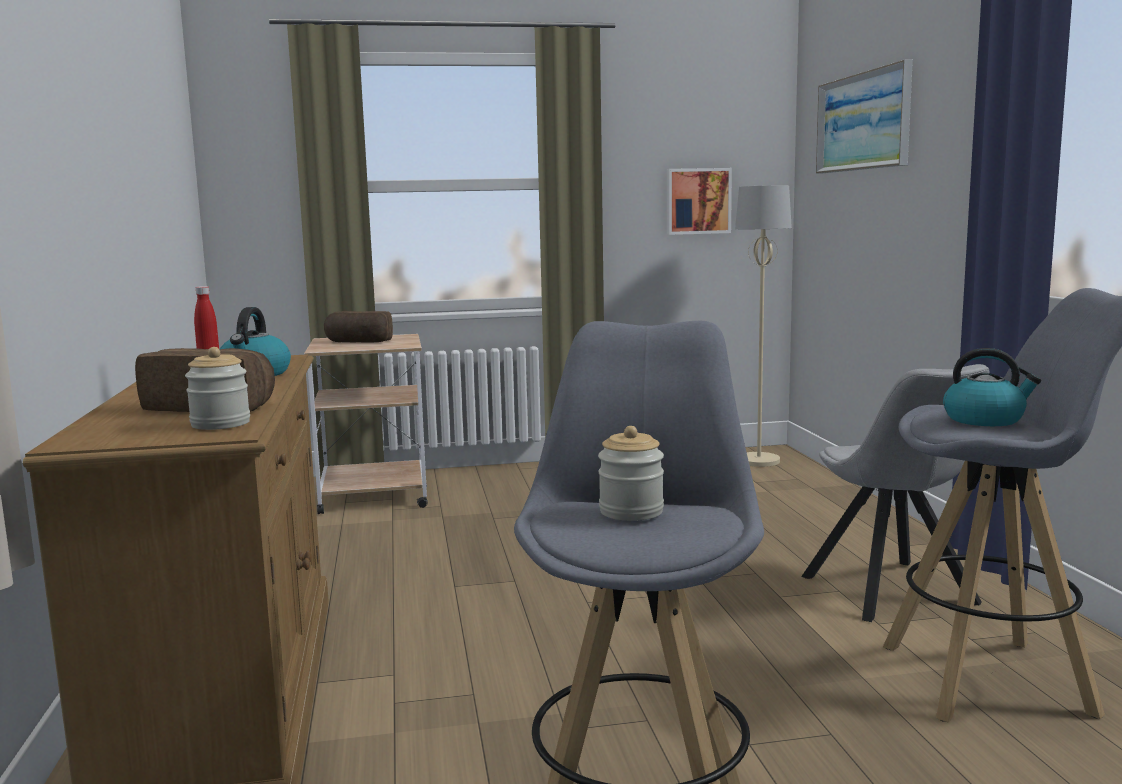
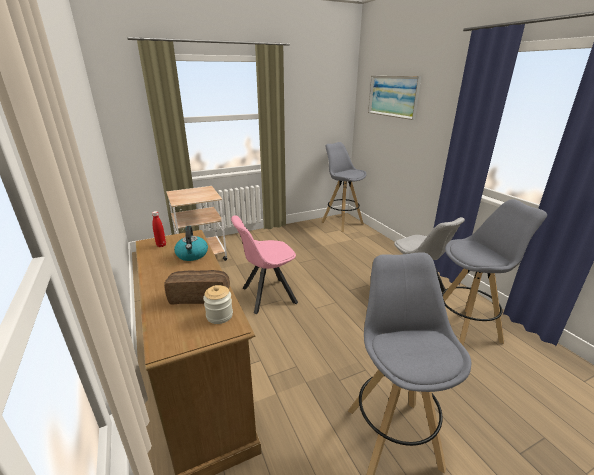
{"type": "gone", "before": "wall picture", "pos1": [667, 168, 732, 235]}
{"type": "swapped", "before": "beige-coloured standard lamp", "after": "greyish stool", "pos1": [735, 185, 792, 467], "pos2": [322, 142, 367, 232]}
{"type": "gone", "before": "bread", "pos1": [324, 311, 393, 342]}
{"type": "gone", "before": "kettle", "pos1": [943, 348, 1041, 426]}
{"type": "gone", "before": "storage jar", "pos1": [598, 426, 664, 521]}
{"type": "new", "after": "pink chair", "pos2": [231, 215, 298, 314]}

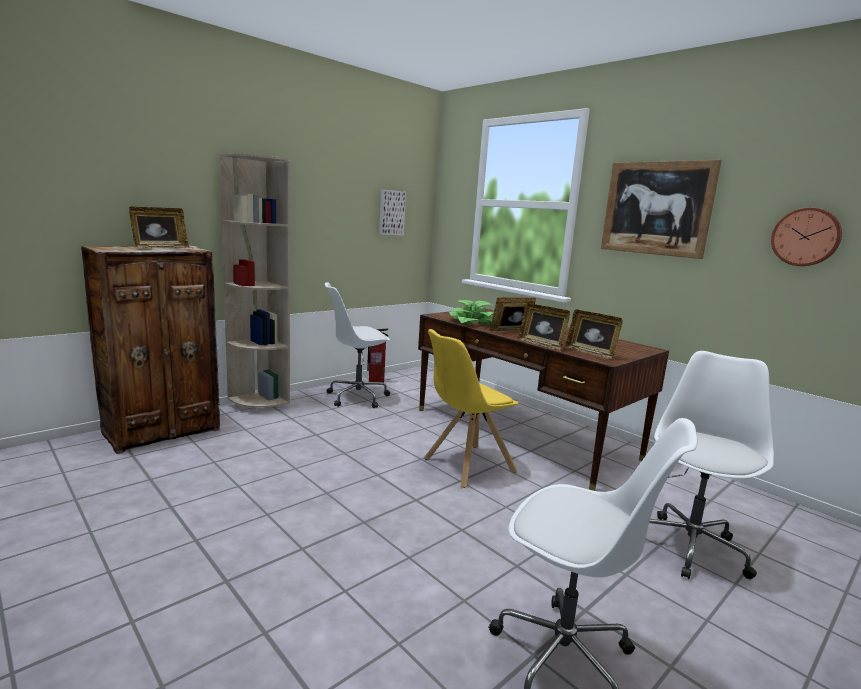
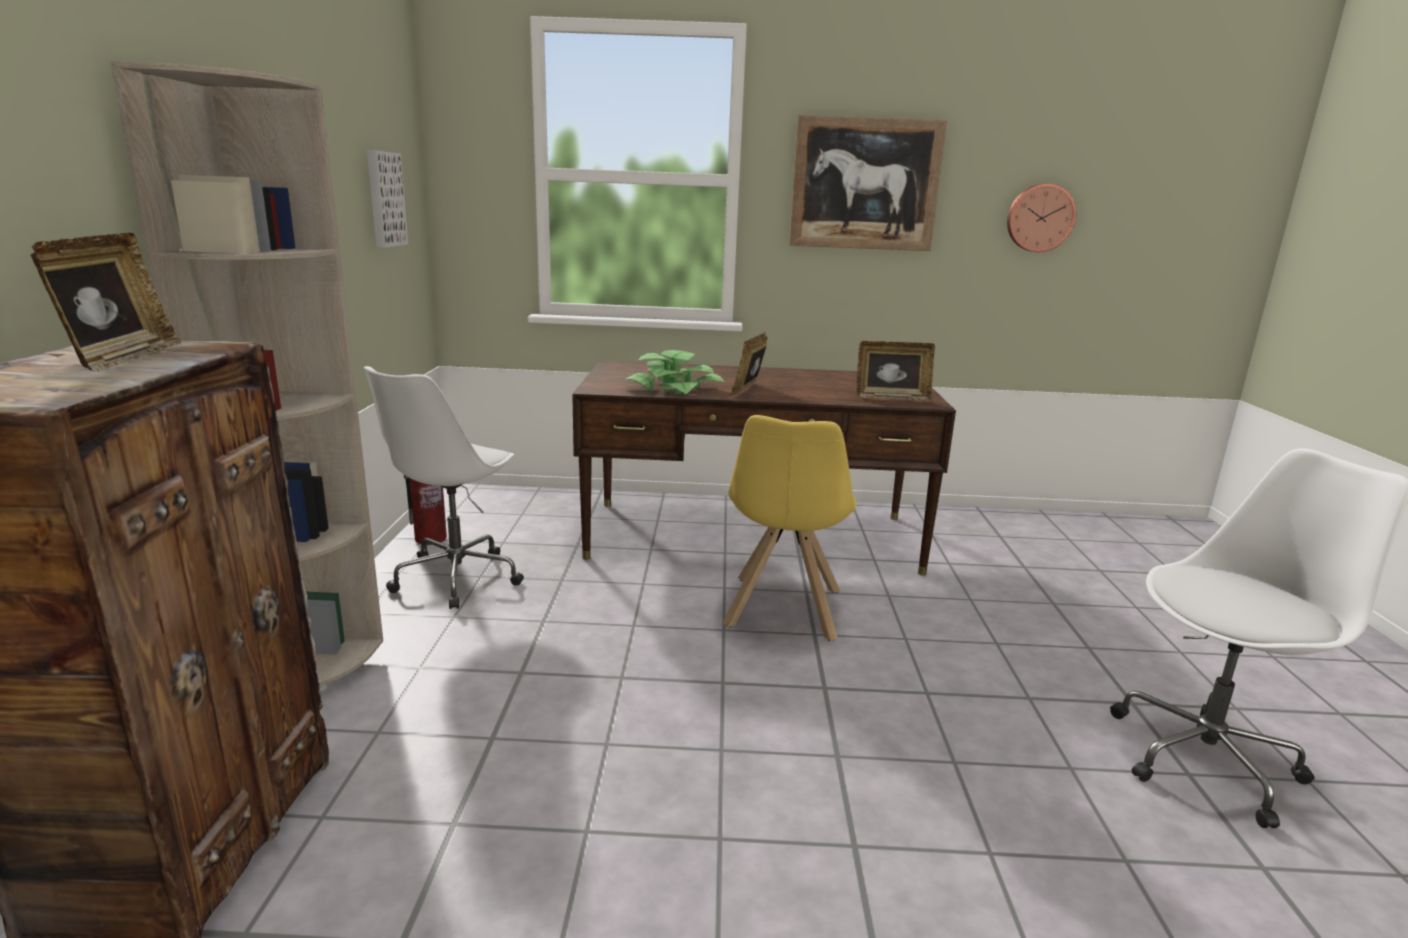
{"type": "gone", "before": "picture frame", "pos1": [518, 303, 570, 350]}
{"type": "gone", "before": "white desk chair", "pos1": [649, 351, 774, 579]}

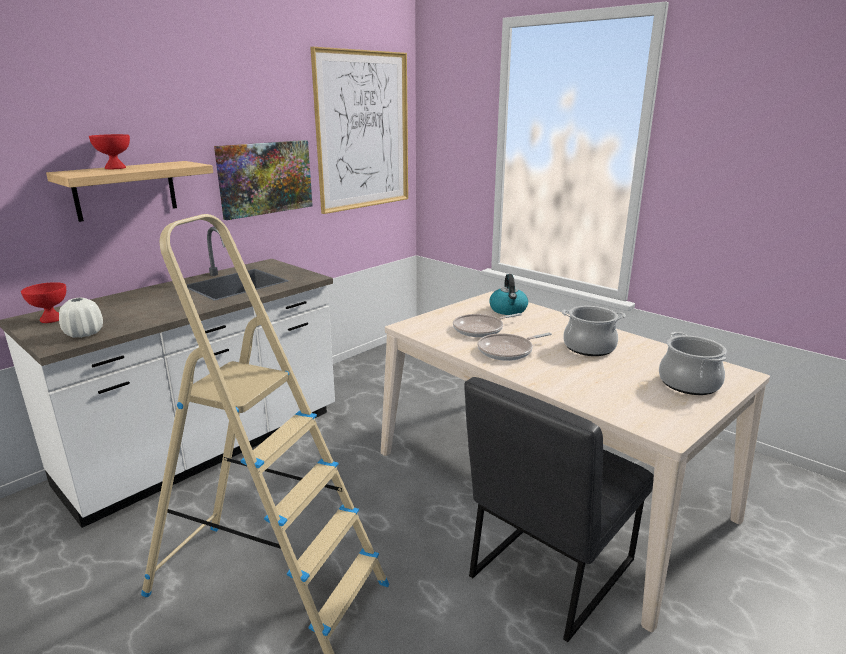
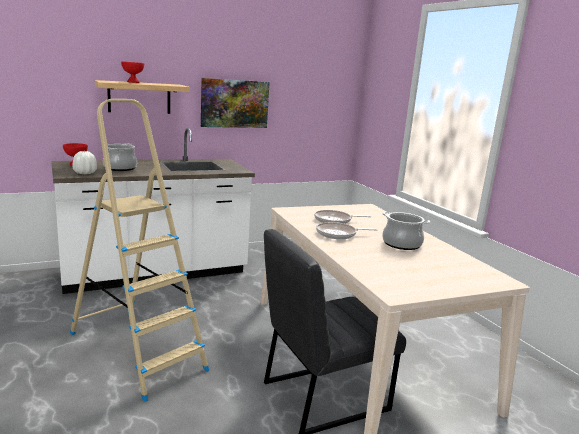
{"type": "gone", "before": "wall picture", "pos1": [310, 47, 408, 214]}
{"type": "gone", "before": "kettle", "pos1": [489, 274, 528, 315]}
{"type": "shifted", "before": "cooking pot", "pos1": [659, 332, 726, 395], "pos2": [103, 143, 137, 171]}

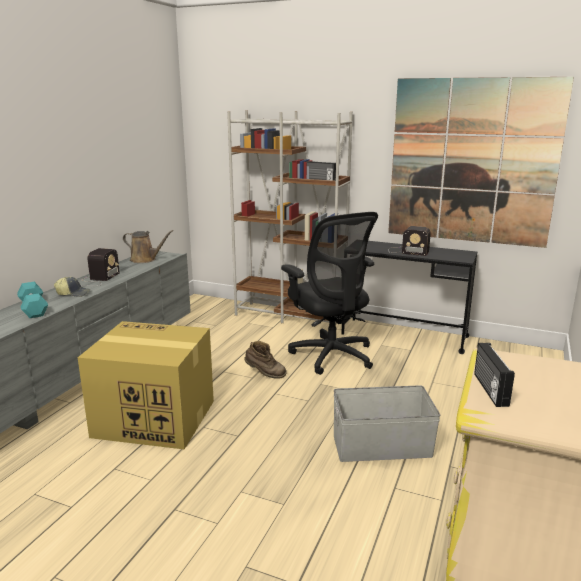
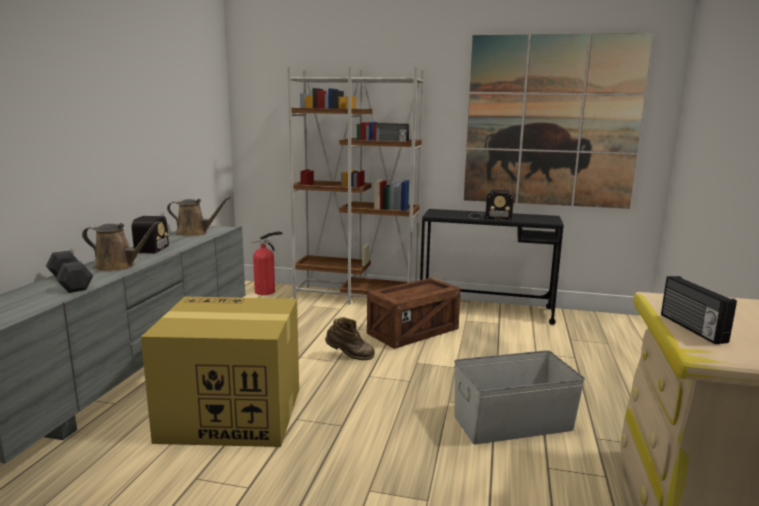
{"type": "swapped", "before": "blackish desk chair", "after": "packing crate", "pos1": [281, 212, 378, 375], "pos2": [367, 278, 461, 349]}
{"type": "swapped", "before": "baseball cap", "after": "brownish watering can", "pos1": [54, 277, 91, 297], "pos2": [82, 221, 161, 272]}
{"type": "repainted", "before": "blue-green free weight", "after": "greyish free weight", "pos1": [17, 282, 48, 318], "pos2": [46, 250, 93, 293]}
{"type": "new", "after": "extinguisher", "pos2": [251, 231, 283, 295]}

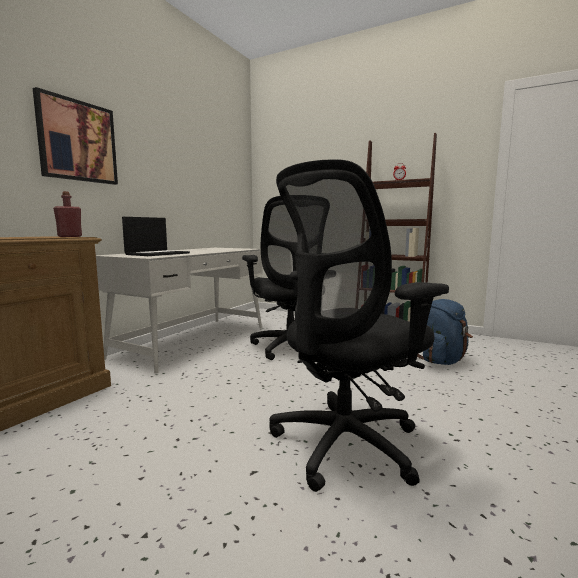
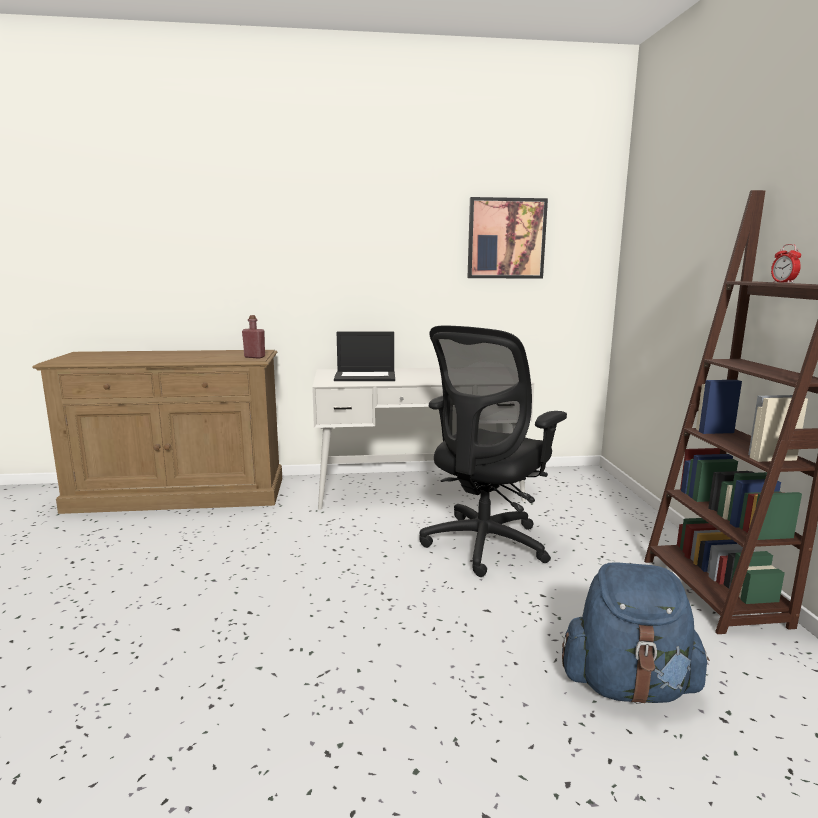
{"type": "shifted", "before": "wall picture", "pos1": [33, 87, 118, 185], "pos2": [467, 197, 548, 278]}
{"type": "gone", "before": "blackish desk chair", "pos1": [269, 159, 449, 492]}

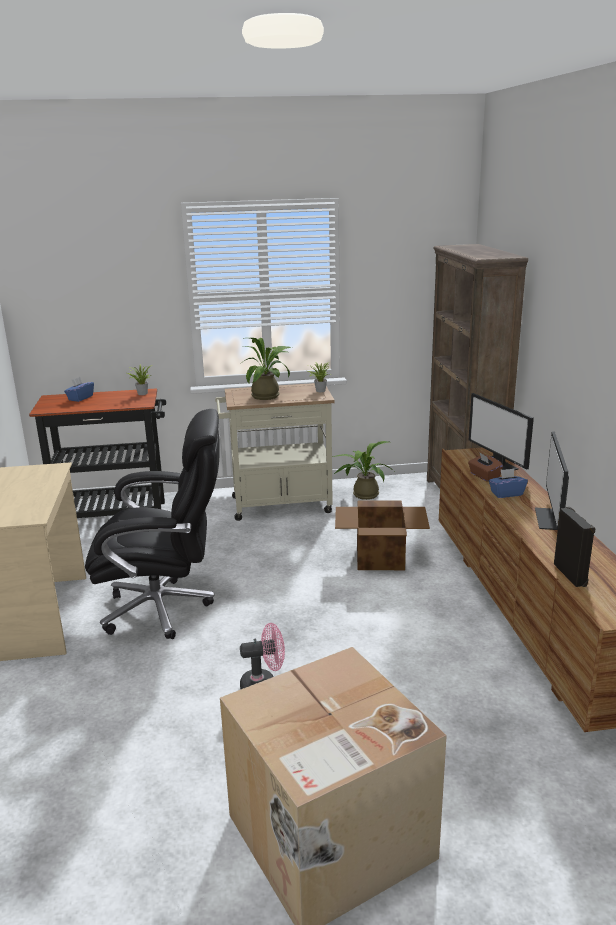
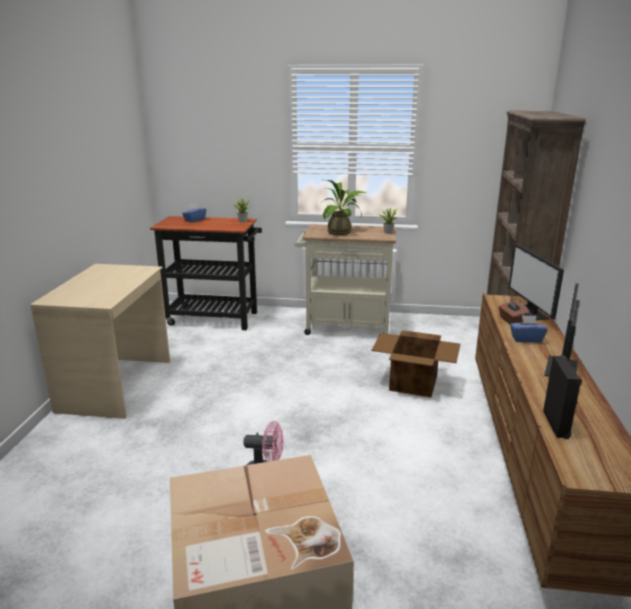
{"type": "gone", "before": "blackish desk chair", "pos1": [85, 409, 220, 639]}
{"type": "gone", "before": "houseplant", "pos1": [332, 441, 394, 500]}

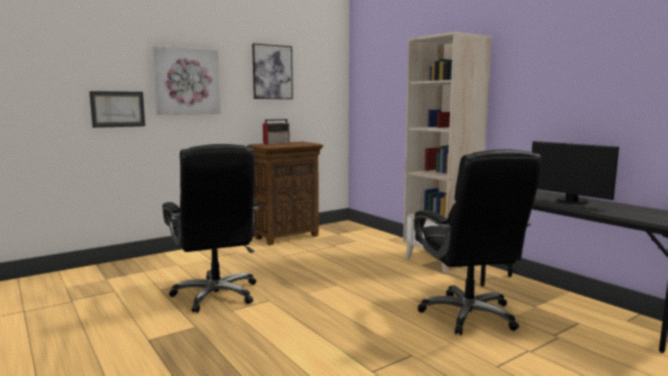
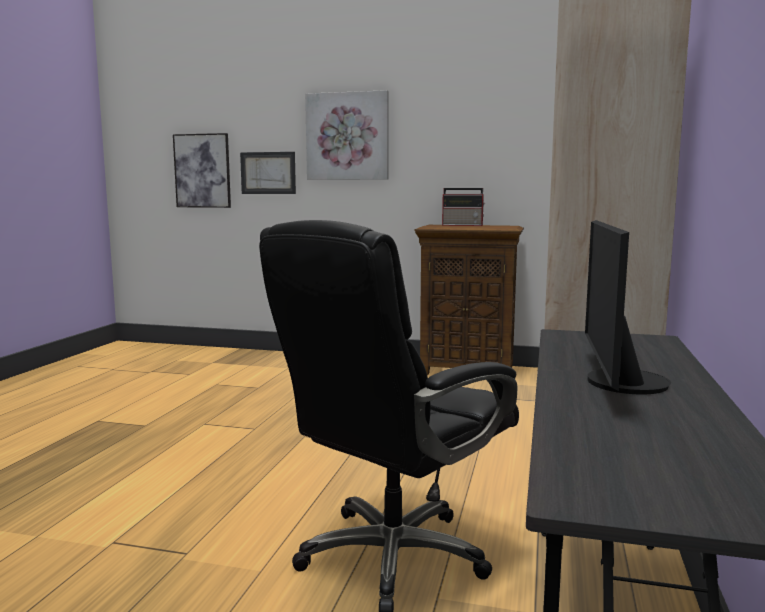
{"type": "shifted", "before": "wall picture", "pos1": [252, 43, 293, 99], "pos2": [173, 133, 231, 208]}
{"type": "gone", "before": "blackish desk chair", "pos1": [162, 144, 259, 313]}

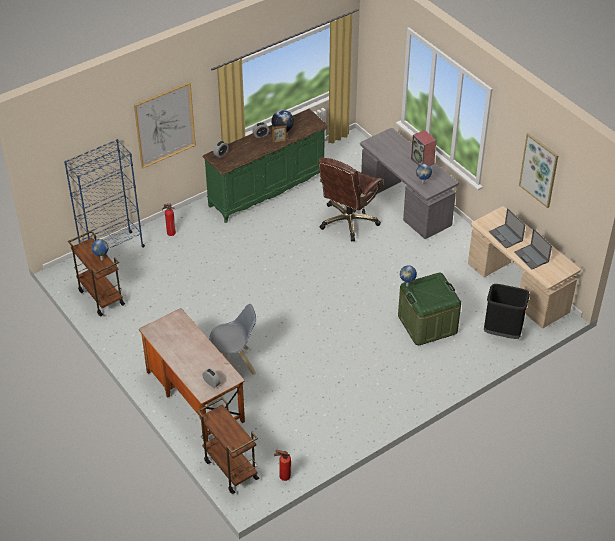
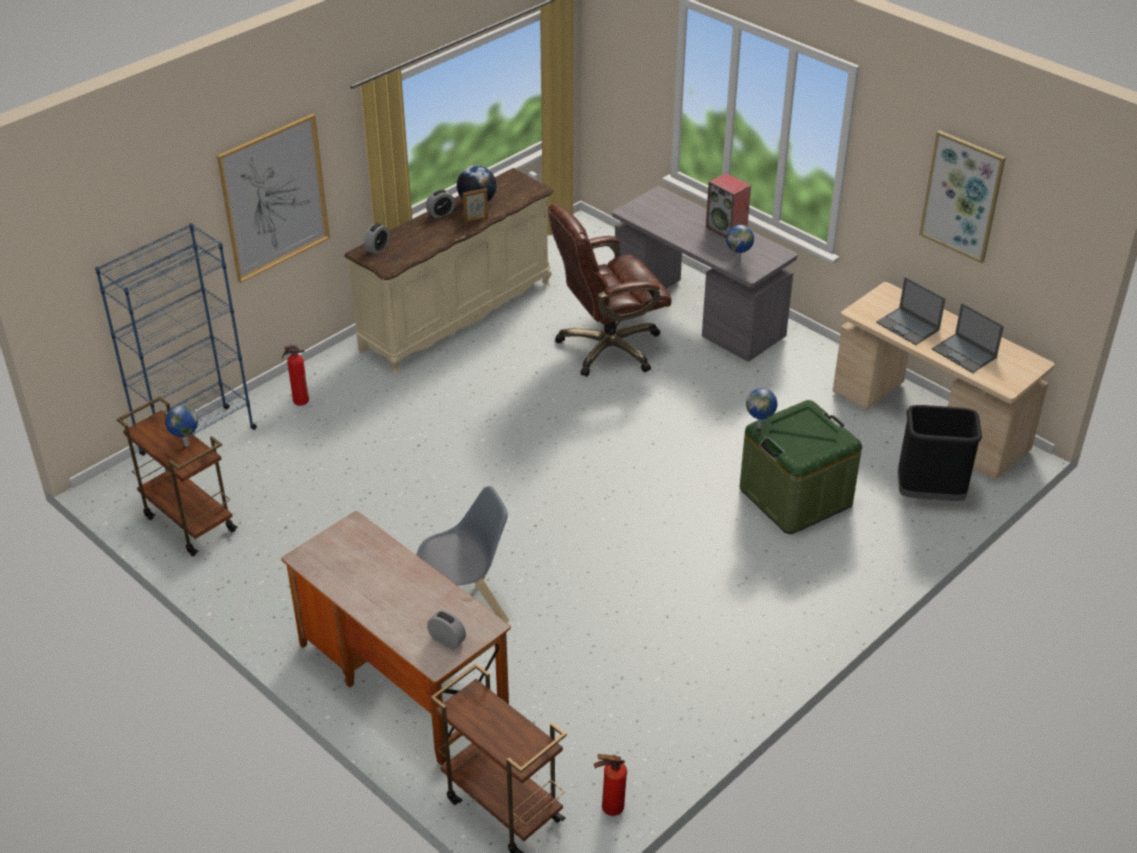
{"type": "repainted", "before": "green cupboard", "after": "beige-coloured cupboard", "pos1": [202, 109, 328, 223], "pos2": [344, 168, 553, 374]}
{"type": "rotated", "before": "brownish desk chair", "pos1": [319, 157, 383, 242], "pos2": [548, 203, 672, 377], "turn": 45}

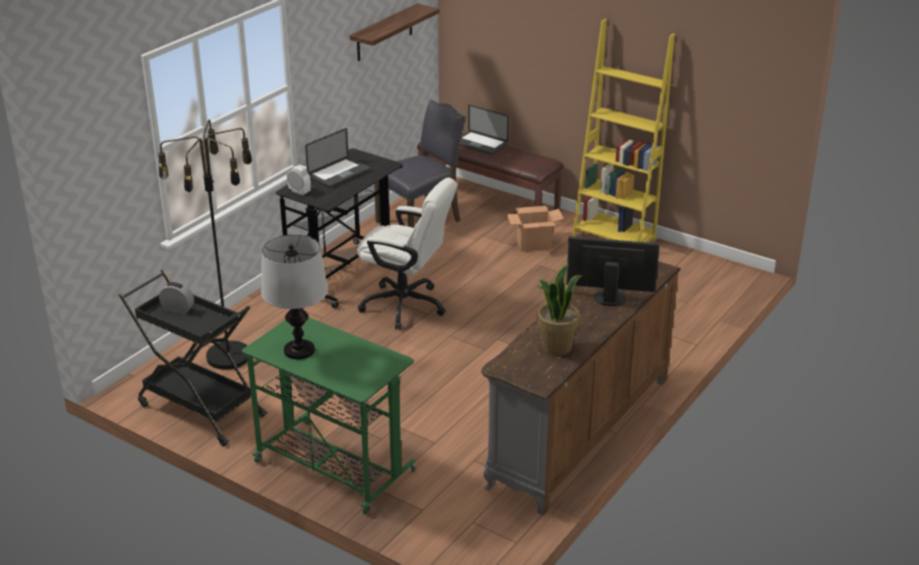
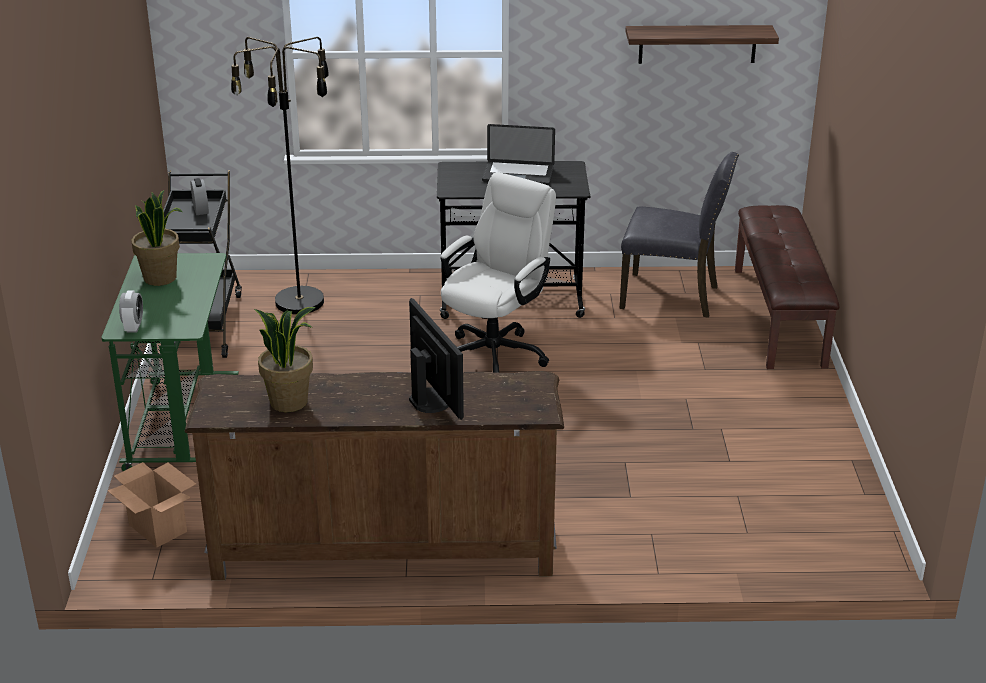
{"type": "gone", "before": "yellow-coloured bookshelf", "pos1": [572, 19, 675, 242]}
{"type": "gone", "before": "notebook computer", "pos1": [460, 105, 509, 155]}
{"type": "shifted", "before": "alarm clock", "pos1": [287, 166, 311, 195], "pos2": [119, 290, 143, 332]}
{"type": "rotated", "before": "white desk chair", "pos1": [357, 177, 457, 330], "pos2": [441, 172, 556, 373], "turn": -135}
{"type": "shifted", "before": "packing box", "pos1": [507, 206, 564, 252], "pos2": [107, 462, 196, 548]}
{"type": "swapped", "before": "table lamp", "after": "houseplant", "pos1": [261, 235, 328, 359], "pos2": [132, 190, 182, 286]}

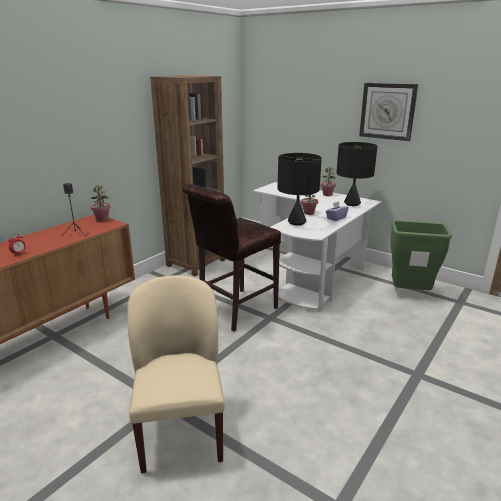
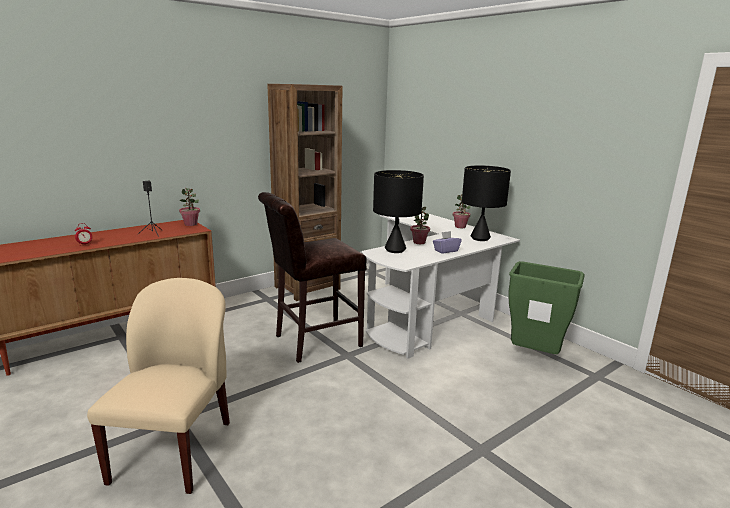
{"type": "gone", "before": "hanging clock", "pos1": [359, 83, 418, 141]}

